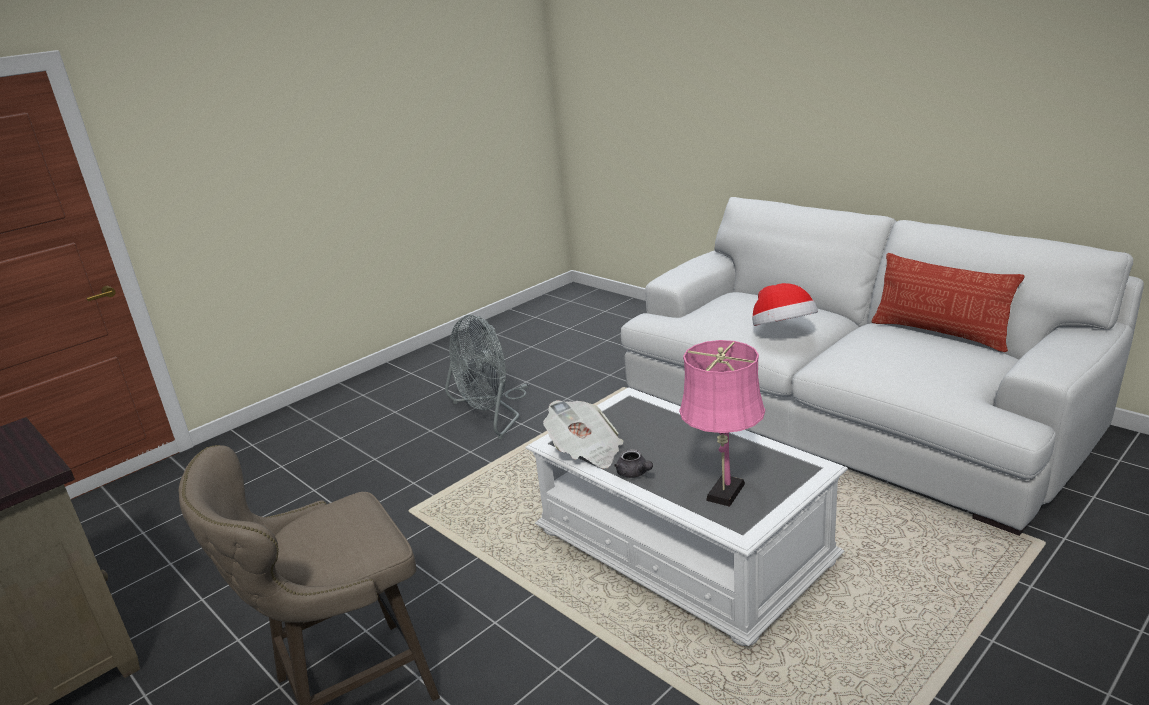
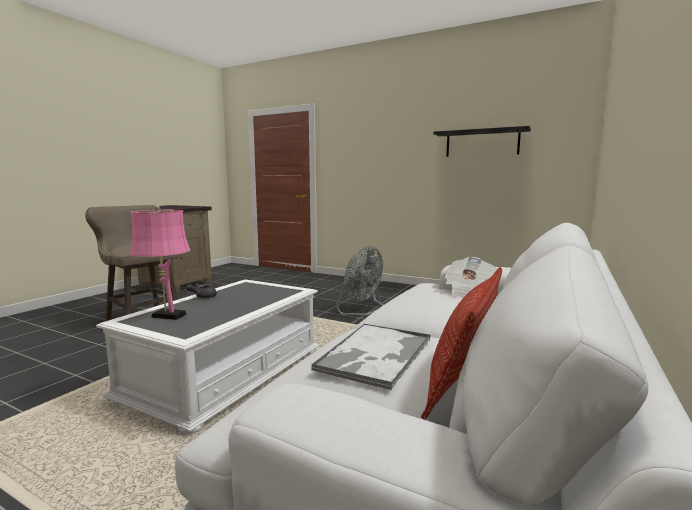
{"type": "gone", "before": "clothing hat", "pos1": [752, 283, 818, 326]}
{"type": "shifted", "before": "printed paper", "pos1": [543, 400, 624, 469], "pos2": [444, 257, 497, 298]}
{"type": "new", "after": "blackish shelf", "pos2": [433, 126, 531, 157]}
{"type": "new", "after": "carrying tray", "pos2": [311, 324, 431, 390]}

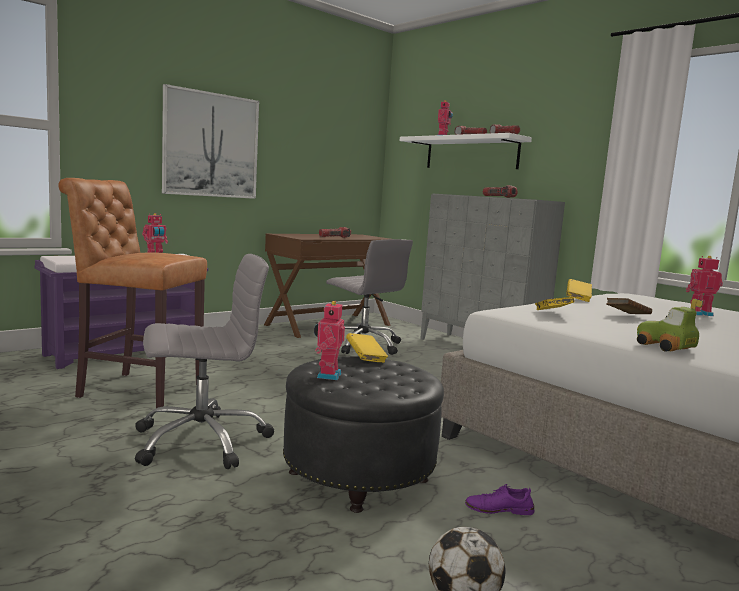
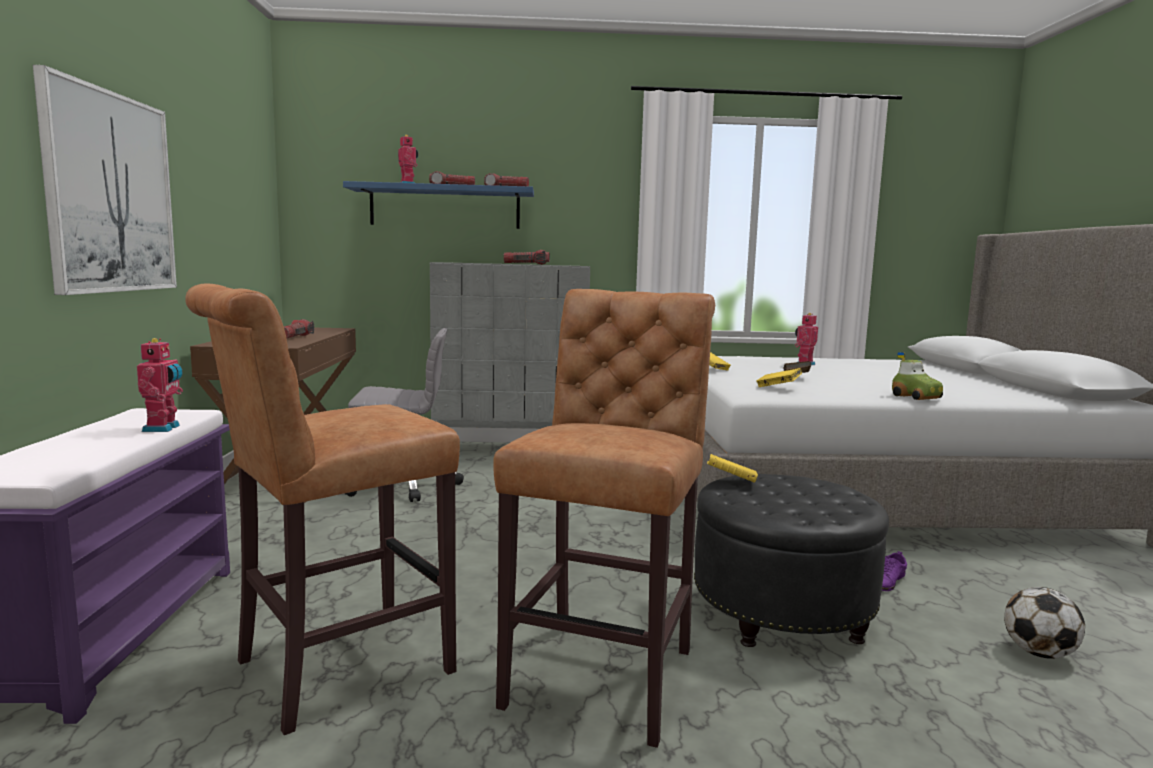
{"type": "repainted", "before": "white shelf", "after": "blue shelf", "pos1": [400, 133, 532, 169], "pos2": [343, 181, 534, 229]}
{"type": "swapped", "before": "greyish desk chair", "after": "brownish stool", "pos1": [135, 254, 274, 469], "pos2": [493, 289, 715, 748]}
{"type": "rotated", "before": "miniature car", "pos1": [637, 299, 703, 352], "pos2": [892, 352, 943, 400], "turn": -120}
{"type": "gone", "before": "toy robot", "pos1": [314, 301, 345, 380]}

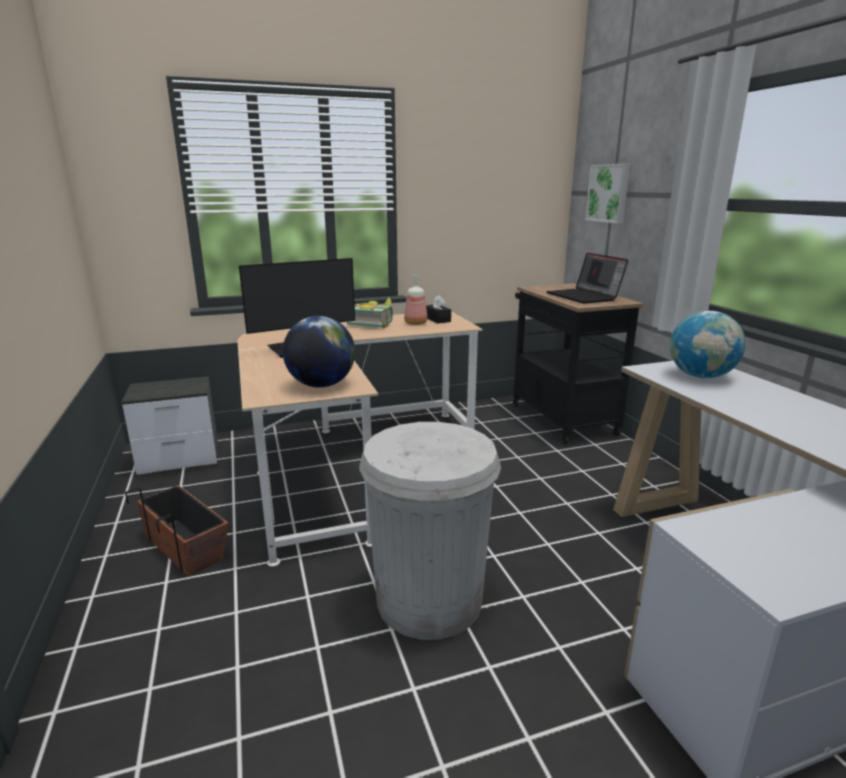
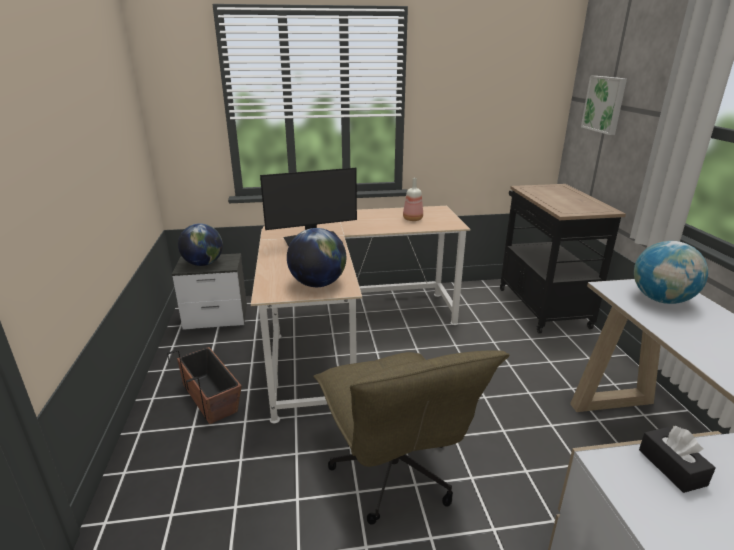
{"type": "gone", "before": "notebook computer", "pos1": [546, 253, 628, 304]}
{"type": "shifted", "before": "blackish tissue box", "pos1": [426, 295, 451, 324], "pos2": [639, 425, 716, 493]}
{"type": "gone", "before": "book", "pos1": [347, 297, 393, 328]}
{"type": "swapped", "before": "white trash can", "after": "beige-coloured desk chair", "pos1": [359, 422, 501, 640], "pos2": [313, 350, 509, 525]}
{"type": "new", "after": "globe", "pos2": [178, 223, 223, 266]}

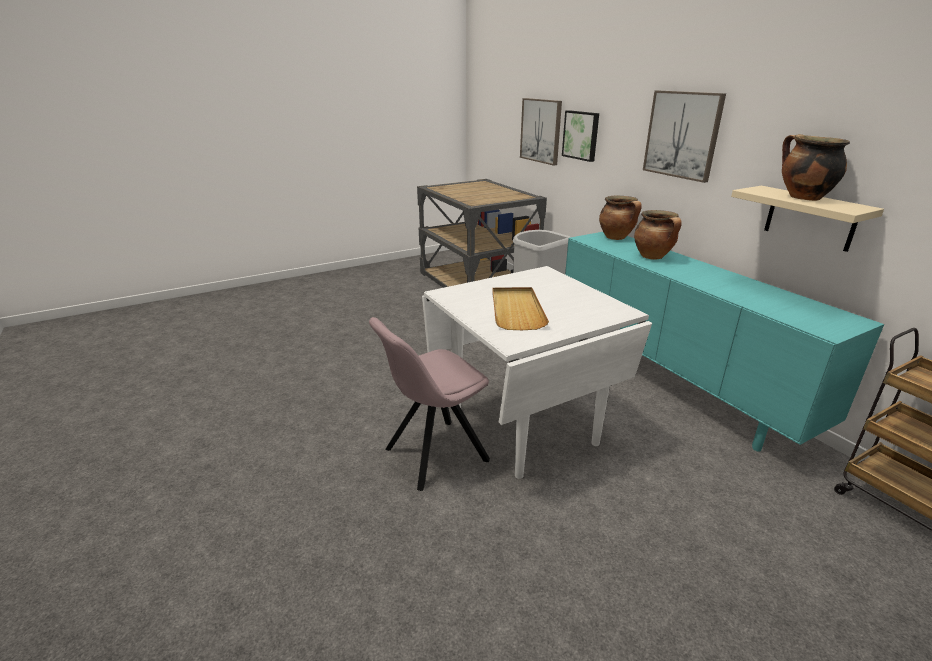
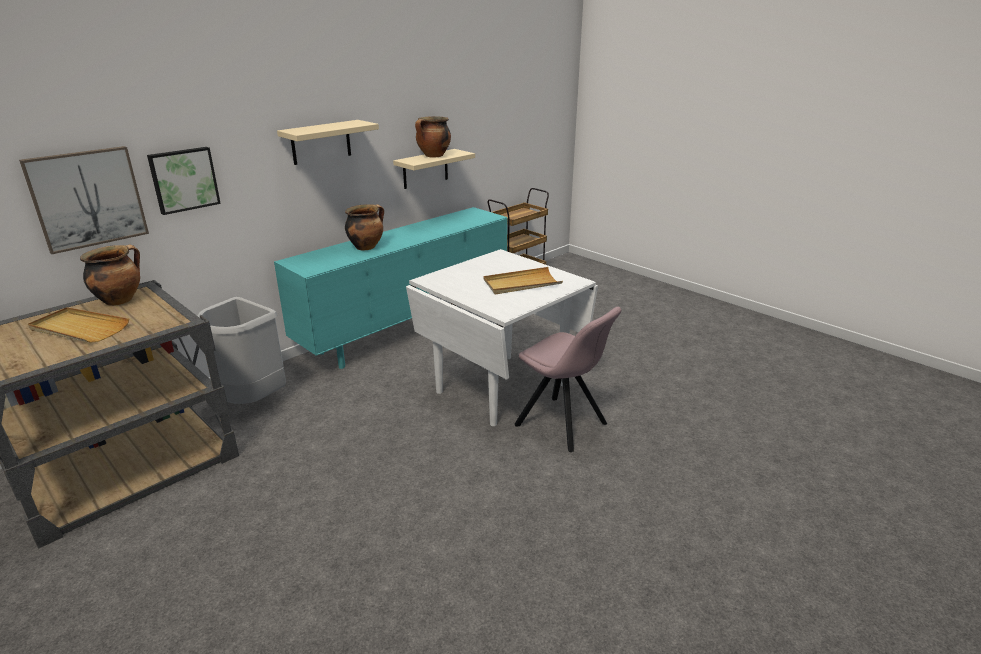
{"type": "swapped", "before": "wall picture", "after": "beige-coloured shelf", "pos1": [643, 91, 726, 183], "pos2": [277, 120, 379, 165]}
{"type": "shifted", "before": "cooking pot", "pos1": [599, 196, 642, 240], "pos2": [80, 245, 140, 306]}
{"type": "new", "after": "beige-coloured carrying tray", "pos2": [28, 307, 129, 343]}

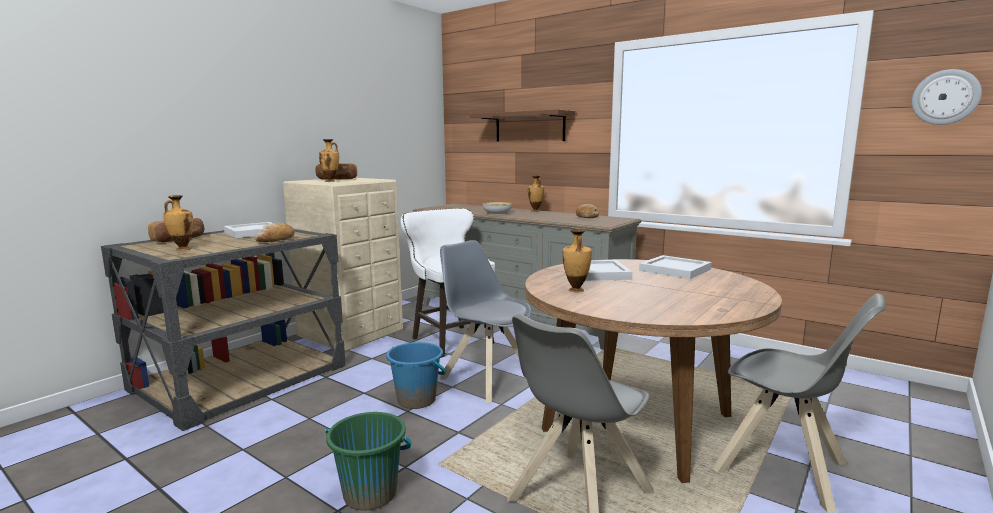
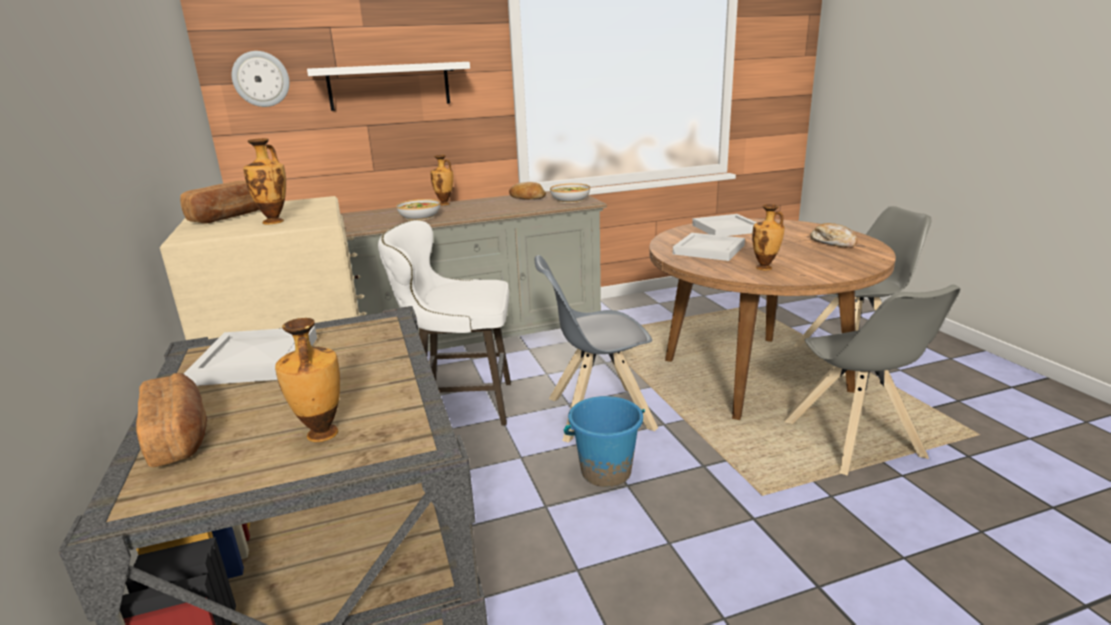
{"type": "shifted", "before": "hanging clock", "pos1": [912, 69, 982, 125], "pos2": [232, 51, 290, 107]}
{"type": "repainted", "before": "brownish shelf", "after": "white shelf", "pos1": [470, 109, 575, 141], "pos2": [307, 62, 470, 111]}
{"type": "shifted", "before": "bread", "pos1": [255, 223, 294, 242], "pos2": [810, 223, 857, 247]}
{"type": "gone", "before": "green water bucket", "pos1": [325, 412, 411, 511]}
{"type": "new", "after": "serving bowl", "pos2": [550, 183, 590, 203]}

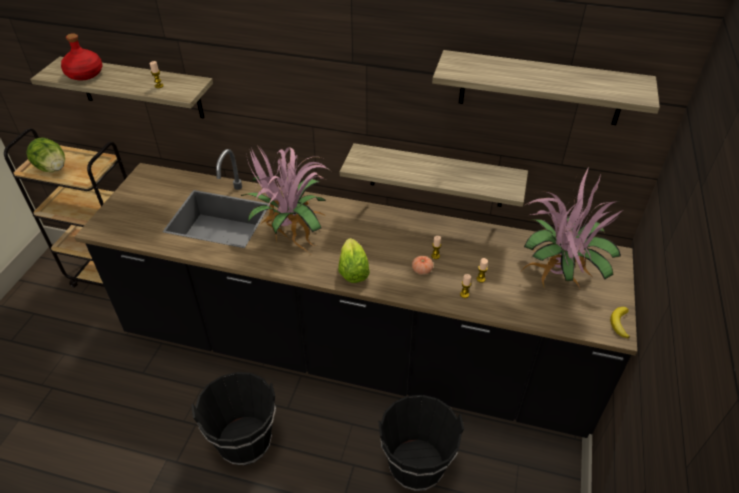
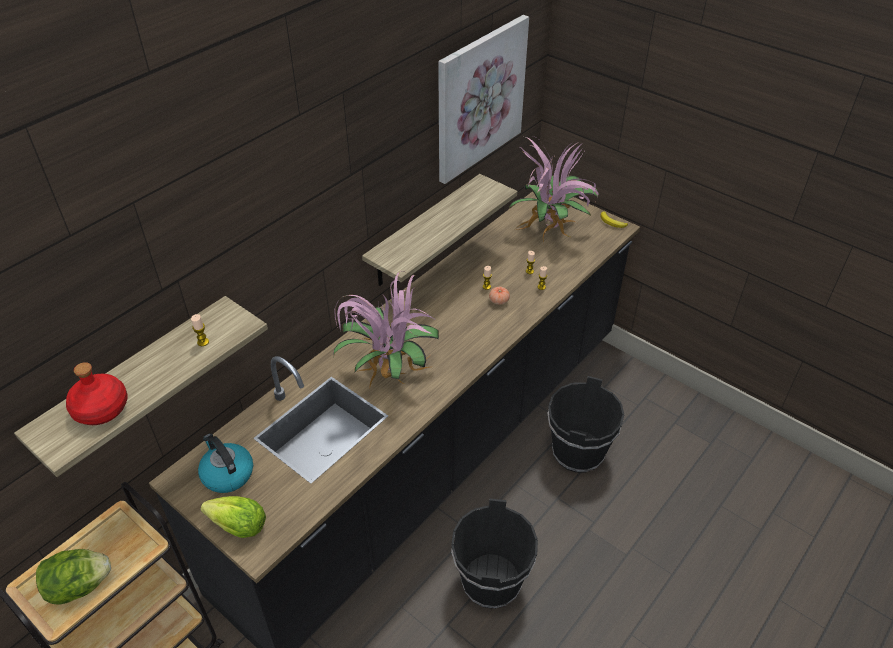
{"type": "swapped", "before": "shelf", "after": "wall picture", "pos1": [432, 50, 660, 125], "pos2": [438, 15, 529, 184]}
{"type": "shifted", "before": "lettuce", "pos1": [338, 238, 370, 283], "pos2": [201, 496, 266, 538]}
{"type": "new", "after": "kettle", "pos2": [198, 434, 253, 493]}

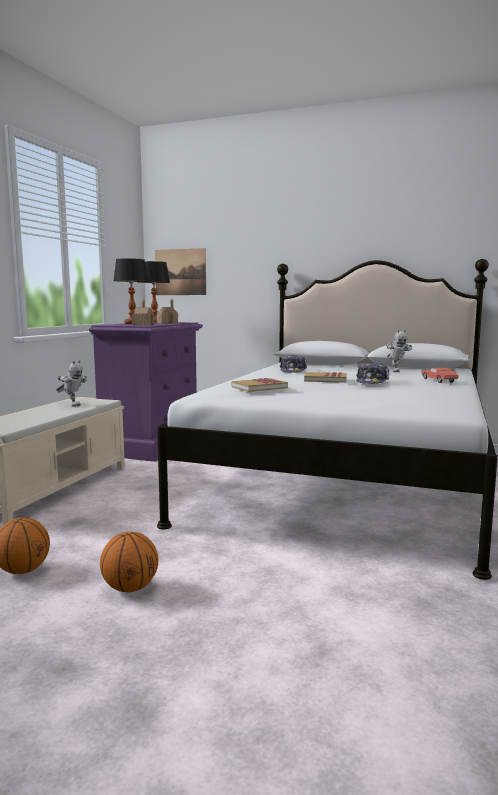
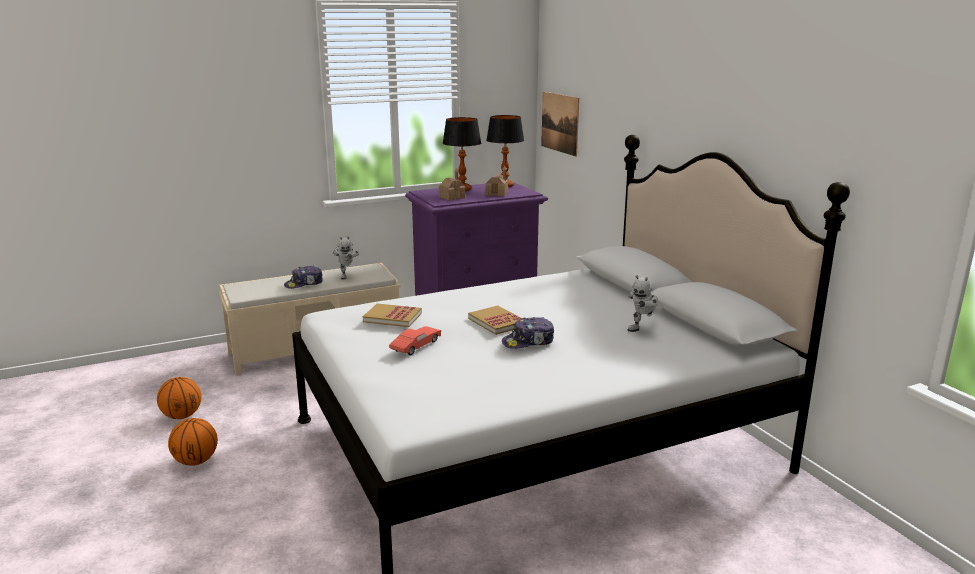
{"type": "shifted", "before": "baseball cap", "pos1": [280, 354, 307, 373], "pos2": [284, 266, 323, 289]}
{"type": "shifted", "before": "red-coloured miniature car", "pos1": [421, 368, 459, 383], "pos2": [389, 326, 441, 355]}

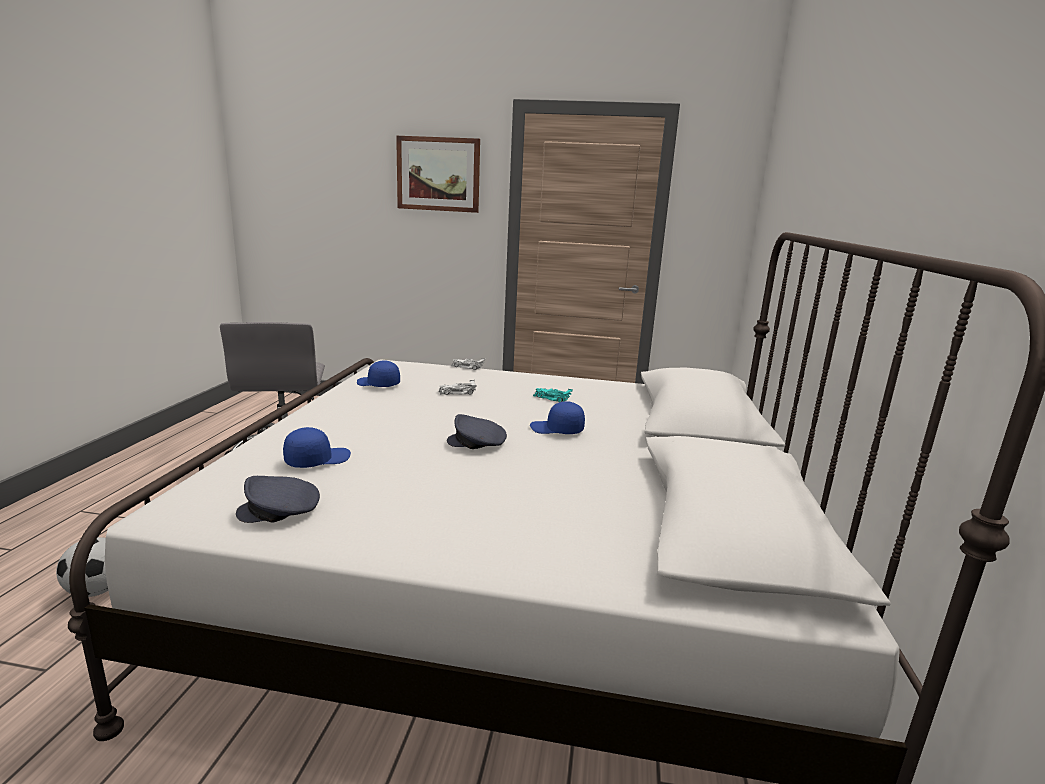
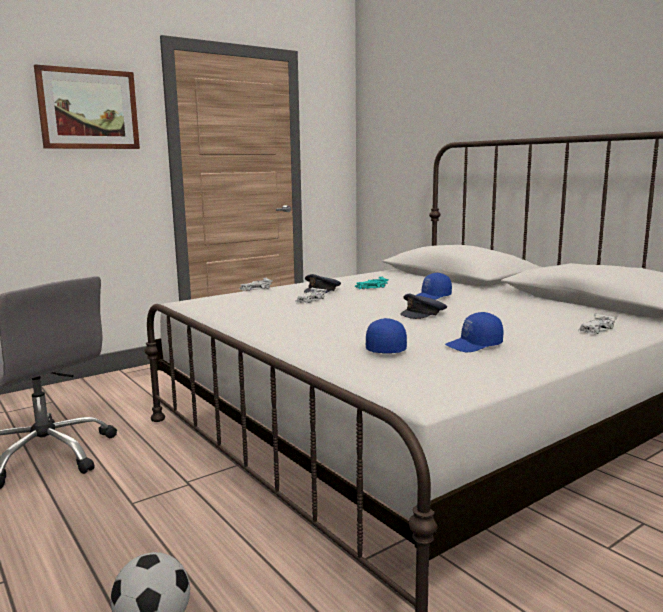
{"type": "shifted", "before": "blue baseball cap", "pos1": [357, 360, 400, 387], "pos2": [445, 312, 503, 352]}
{"type": "shifted", "before": "greyish baseball cap", "pos1": [236, 476, 320, 523], "pos2": [304, 274, 341, 293]}
{"type": "new", "after": "white miniature car", "pos2": [578, 313, 617, 334]}

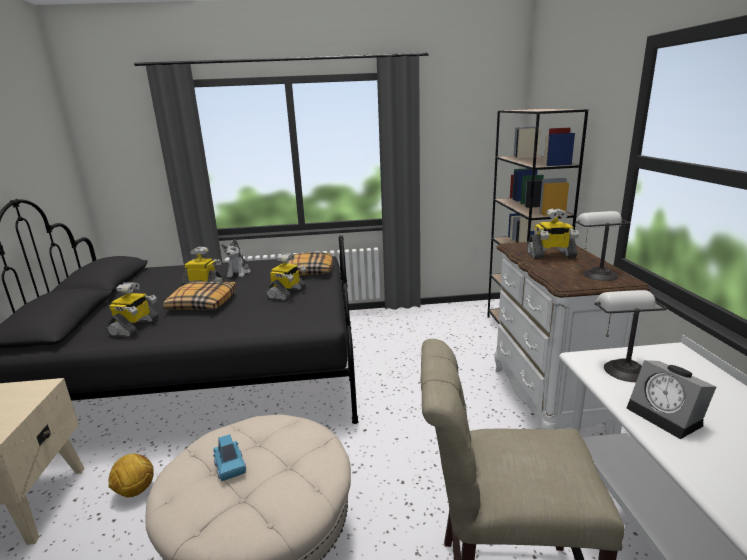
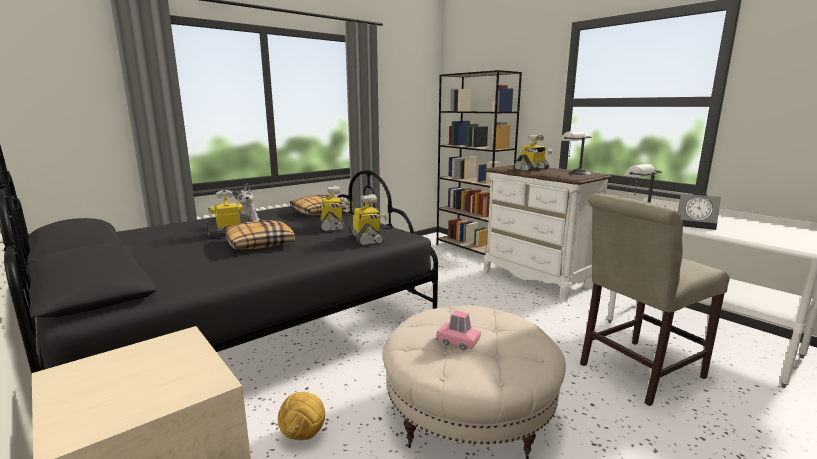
{"type": "shifted", "before": "toy robot", "pos1": [106, 282, 159, 337], "pos2": [349, 194, 388, 246]}
{"type": "repainted", "before": "blue miniature car", "after": "pink miniature car", "pos1": [213, 434, 246, 481], "pos2": [436, 311, 481, 350]}

